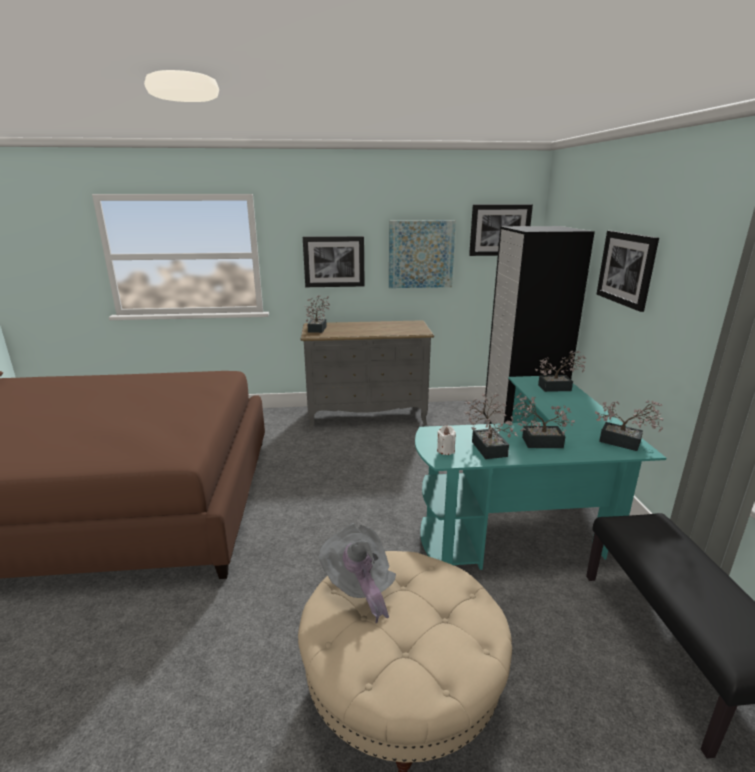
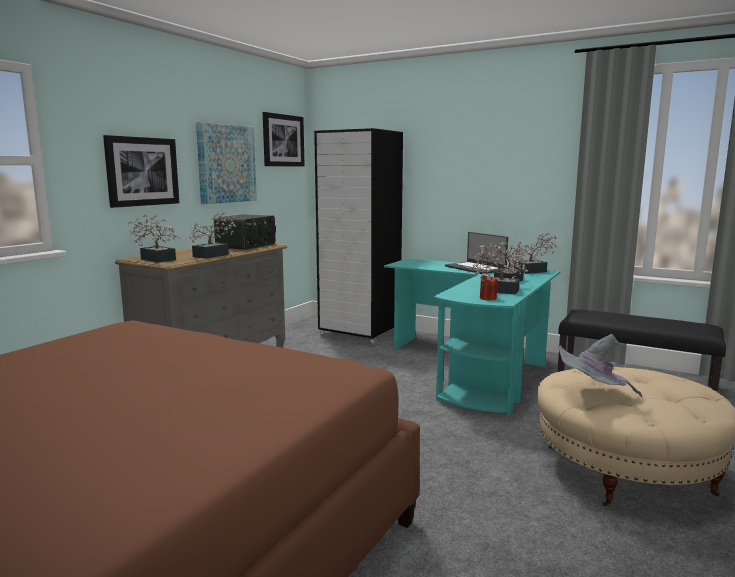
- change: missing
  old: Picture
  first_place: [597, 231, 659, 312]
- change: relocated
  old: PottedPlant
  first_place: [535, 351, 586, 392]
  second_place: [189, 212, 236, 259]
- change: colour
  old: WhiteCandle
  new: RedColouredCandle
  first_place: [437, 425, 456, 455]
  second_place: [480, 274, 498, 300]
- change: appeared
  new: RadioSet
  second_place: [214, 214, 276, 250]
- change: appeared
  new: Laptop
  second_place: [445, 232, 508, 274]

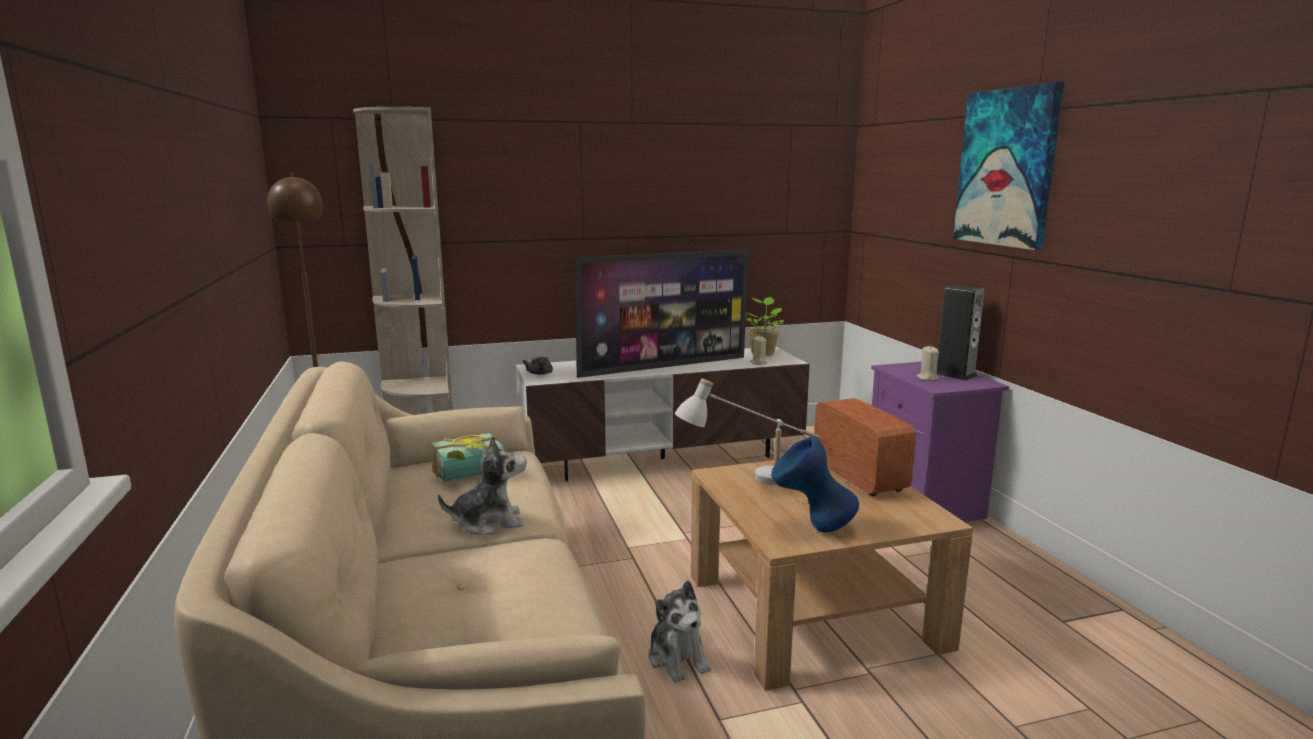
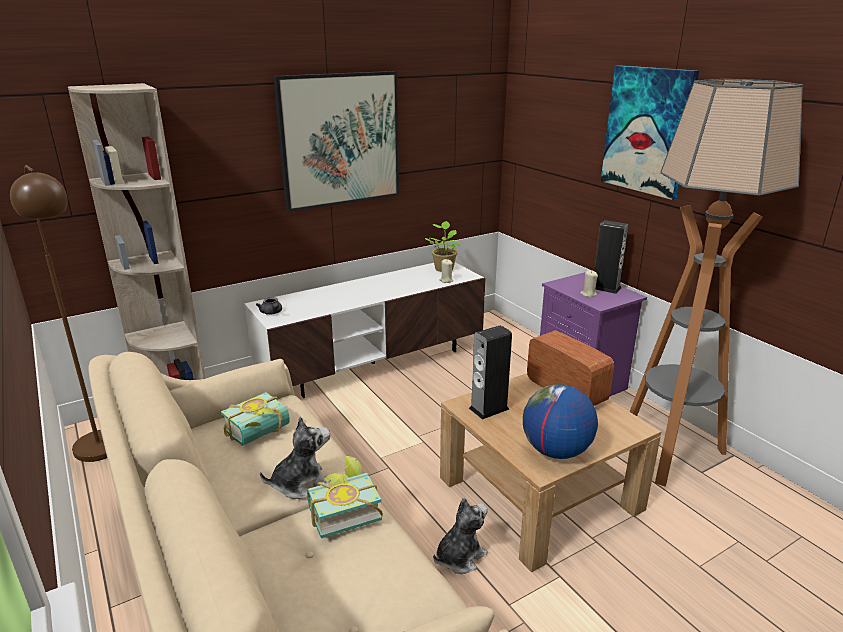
- change: missing
  old: Tv
  first_place: [575, 249, 748, 378]
- change: exchanged
  old: WhiteTableLamp
  new: Speaker
  first_place: [675, 378, 820, 485]
  second_place: [469, 325, 512, 420]
- change: exchanged
  old: BluishVase
  new: Globe
  first_place: [771, 436, 859, 533]
  second_place: [523, 384, 598, 459]
- change: spun
  old: SoftToy
  first_place: [648, 580, 711, 683]
  second_place: [433, 498, 488, 574]
  degrees: -90
- change: appeared
  new: Picture
  second_place: [273, 71, 399, 212]
- change: appeared
  new: FloorLamp
  second_place: [630, 79, 803, 486]
- change: appeared
  new: BoundBook
  second_place: [307, 456, 383, 538]

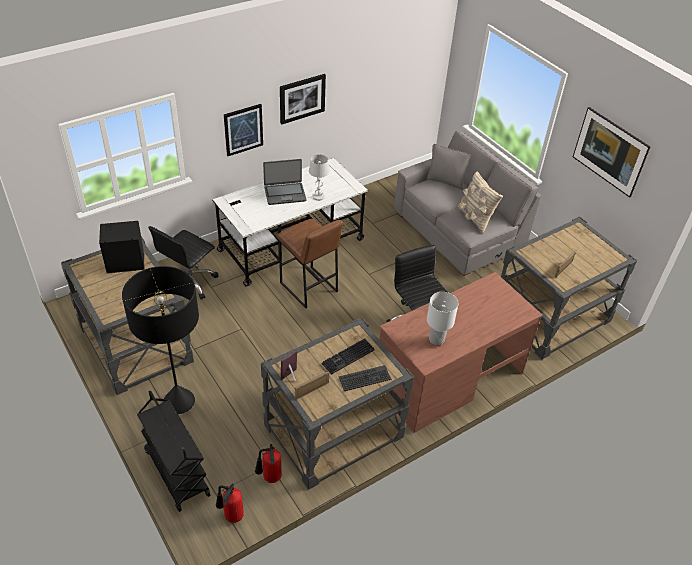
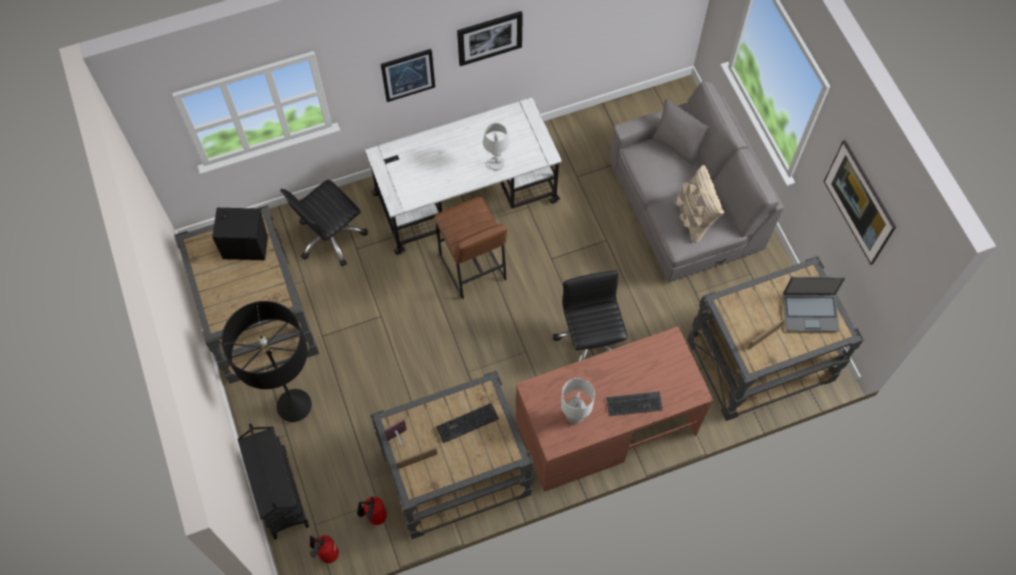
- change: relocated
  old: Laptop
  first_place: [263, 159, 306, 205]
  second_place: [783, 276, 845, 332]
- change: relocated
  old: ComputerKeyboard
  first_place: [339, 365, 392, 391]
  second_place: [606, 392, 663, 416]

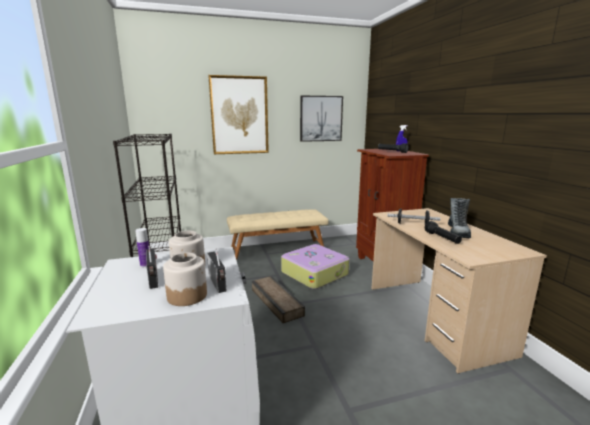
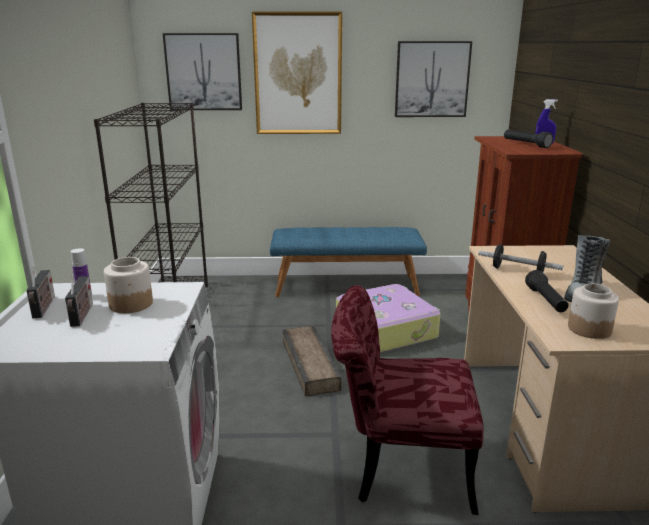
- change: colour
  old: BeigeLongSeat
  new: BluishLongSeat
  first_place: [227, 209, 329, 260]
  second_place: [270, 227, 427, 297]
- change: relocated
  old: RadioSet
  first_place: [207, 249, 226, 293]
  second_place: [26, 267, 55, 318]
- change: relocated
  old: PreserveJar
  first_place: [163, 253, 207, 306]
  second_place: [568, 284, 619, 339]
- change: appeared
  new: Picture
  second_place: [163, 33, 242, 110]
- change: appeared
  new: RedColouredUprightChair
  second_place: [331, 285, 484, 515]

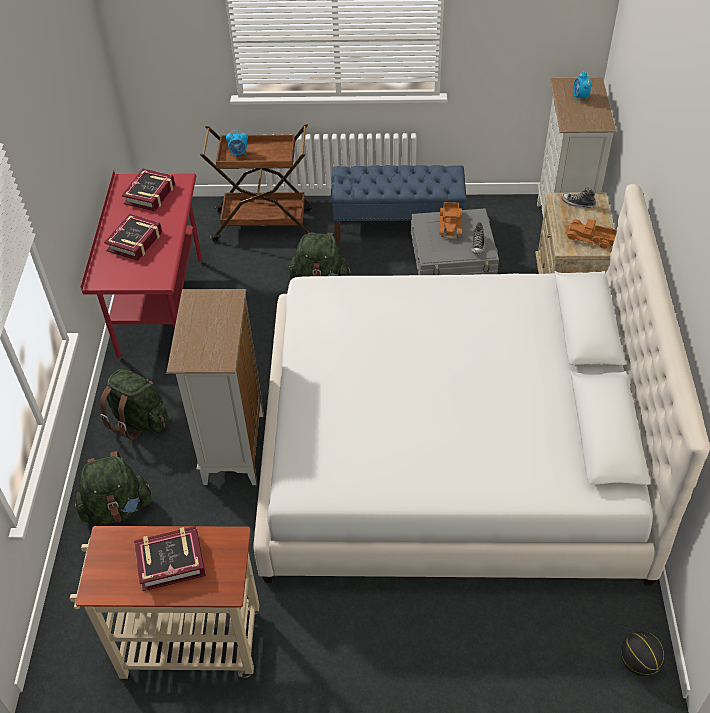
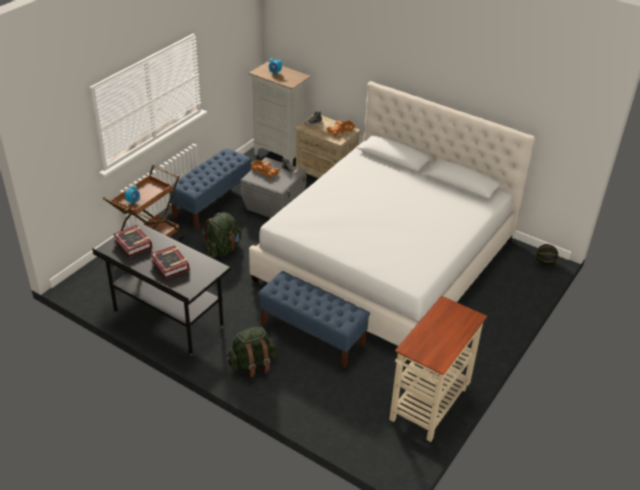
- change: colour
  old: RedColouredDeskTable
  new: BlackColouredDeskTable
  first_place: [80, 170, 202, 360]
  second_place: [92, 221, 231, 355]
- change: exchanged
  old: WhiteChestOfDrawers
  new: BluishLongSeat
  first_place: [166, 289, 264, 485]
  second_place: [258, 271, 370, 368]
- change: missing
  old: GreenishRucksack
  first_place: [75, 451, 152, 525]
- change: missing
  old: BoundBook
  first_place: [134, 526, 206, 591]

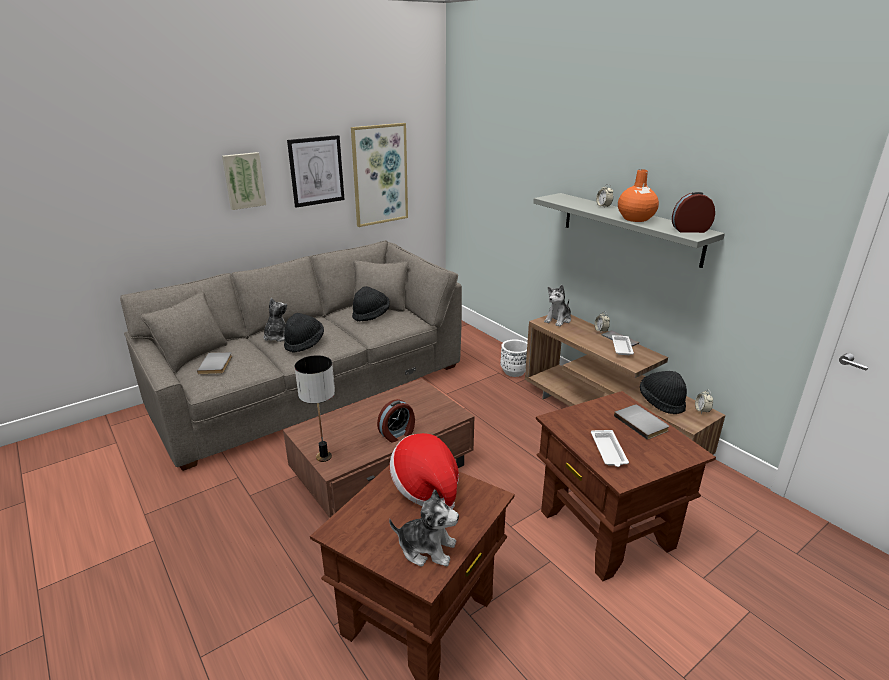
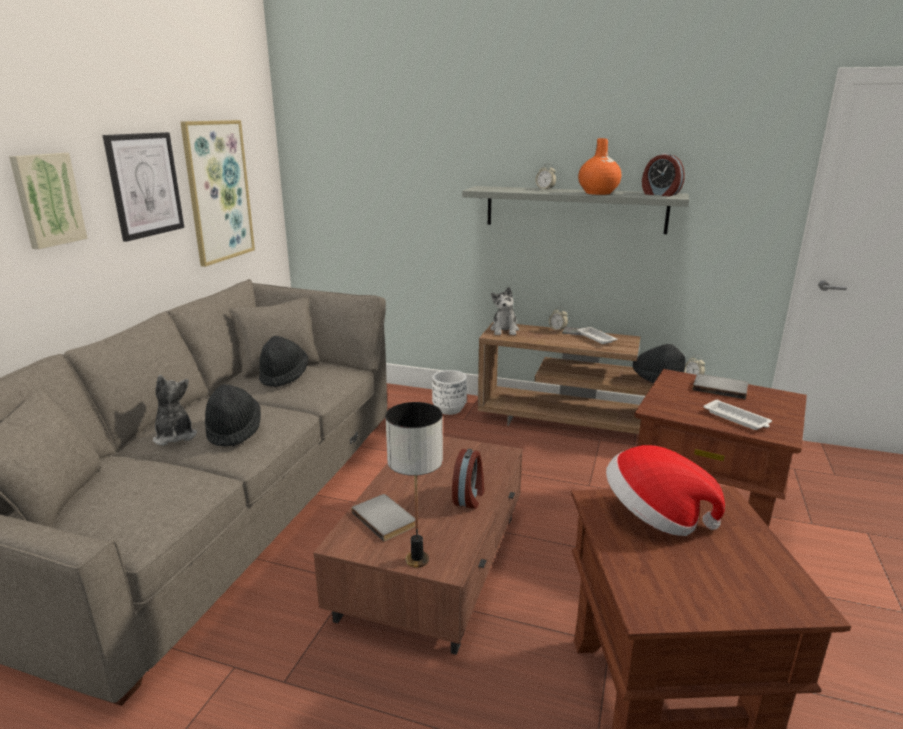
- change: spun
  old: BedsideClock
  first_place: [672, 191, 715, 233]
  second_place: [642, 153, 685, 196]
  degrees: -105
- change: relocated
  old: GreyBoundBook
  first_place: [197, 352, 232, 374]
  second_place: [352, 494, 415, 542]
- change: missing
  old: SoftToy
  first_place: [389, 489, 459, 567]

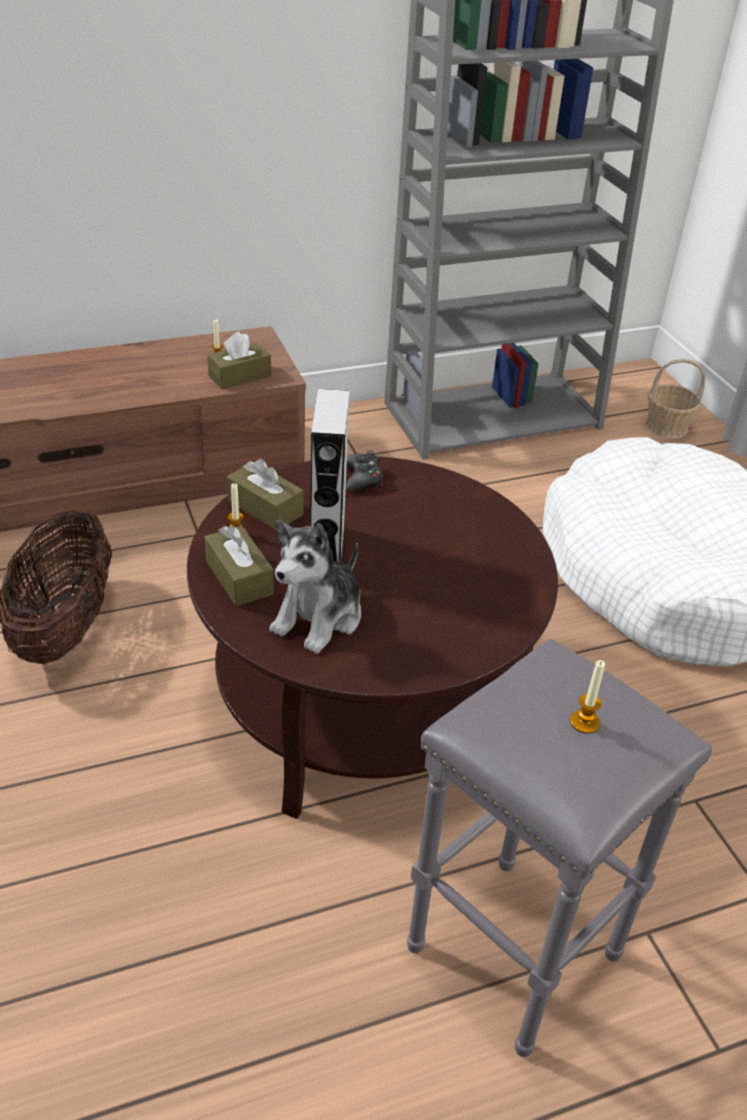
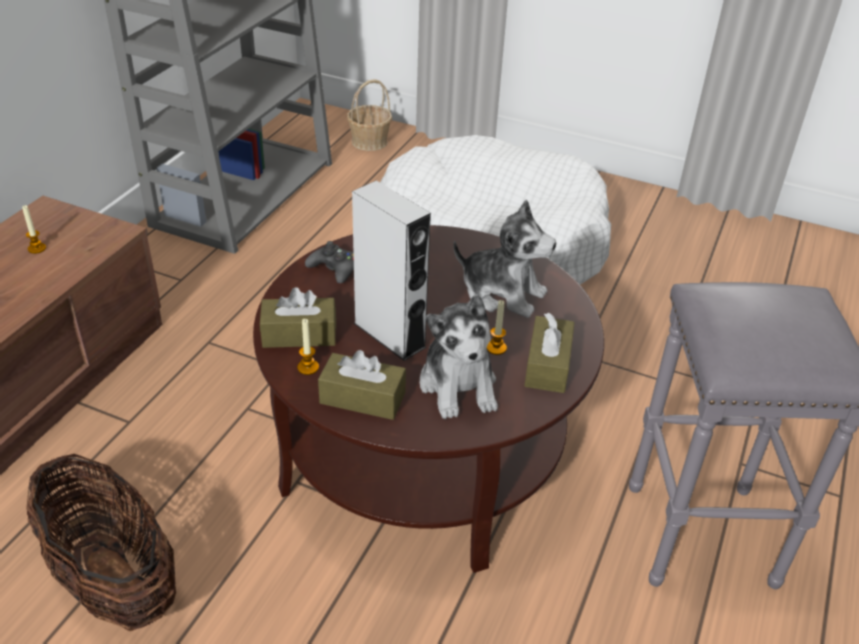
- change: relocated
  old: BrownColouredTissueHolder
  first_place: [207, 332, 271, 389]
  second_place: [525, 313, 575, 393]
- change: relocated
  old: Candle
  first_place: [570, 660, 605, 734]
  second_place: [487, 300, 507, 355]
- change: appeared
  new: SoftToy
  second_place: [453, 200, 556, 318]

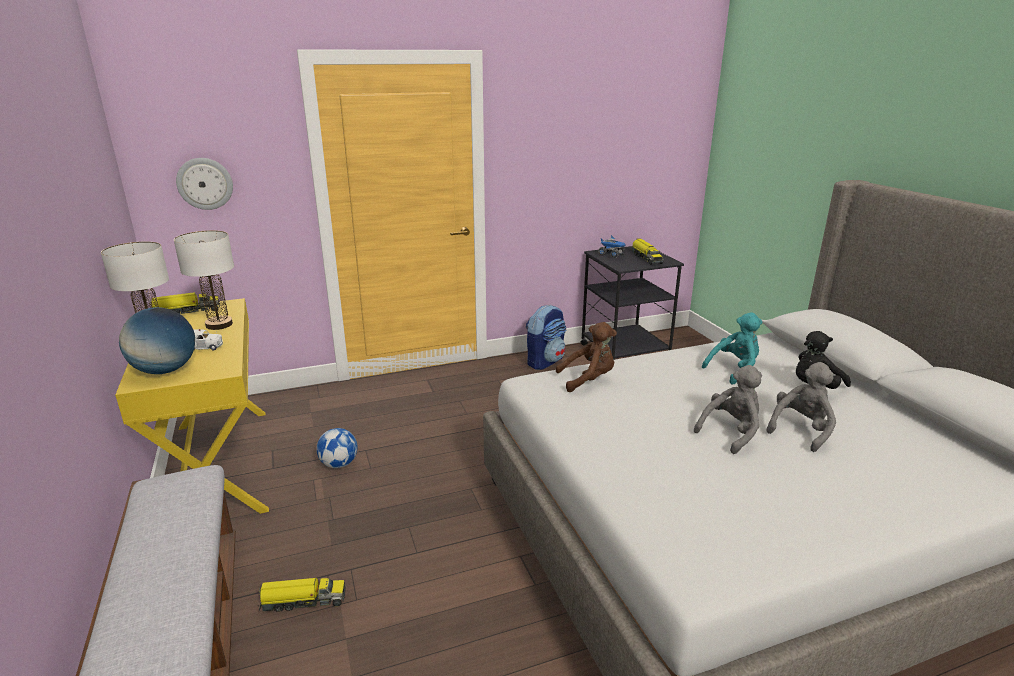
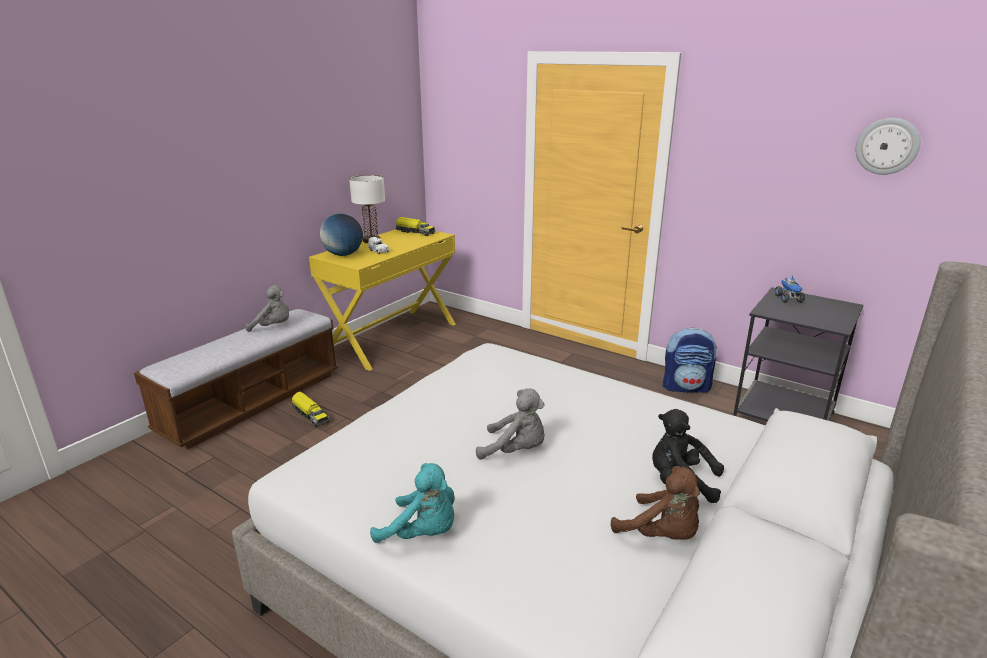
- change: relocated
  old: ClockOnTheWall
  first_place: [176, 158, 233, 210]
  second_place: [856, 118, 921, 175]
- change: missing
  old: TableLamp
  first_place: [174, 230, 234, 330]
- change: missing
  old: ToyTruck
  first_place: [632, 238, 664, 265]
- change: relocated
  old: BlueGreenSoftToy
  first_place: [702, 312, 762, 385]
  second_place: [370, 463, 455, 543]
- change: relocated
  old: BrownColouredSoftToy
  first_place: [556, 322, 617, 392]
  second_place: [611, 466, 700, 540]
- change: relocated
  old: GreySoftToy
  first_place: [766, 362, 836, 452]
  second_place: [245, 285, 289, 332]
- change: missing
  old: BallForFootball
  first_place: [316, 428, 358, 468]

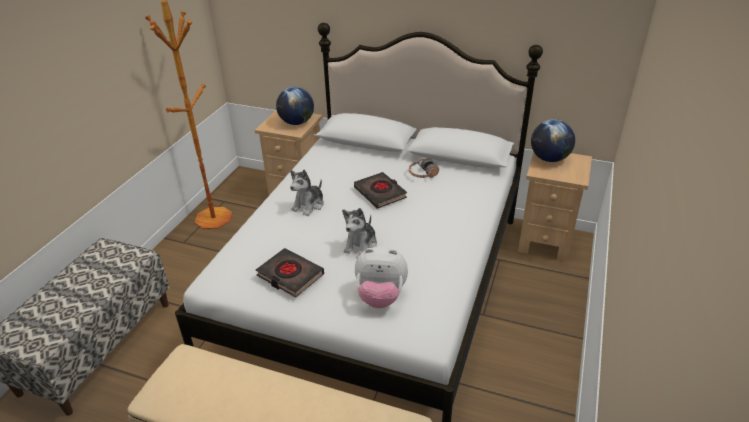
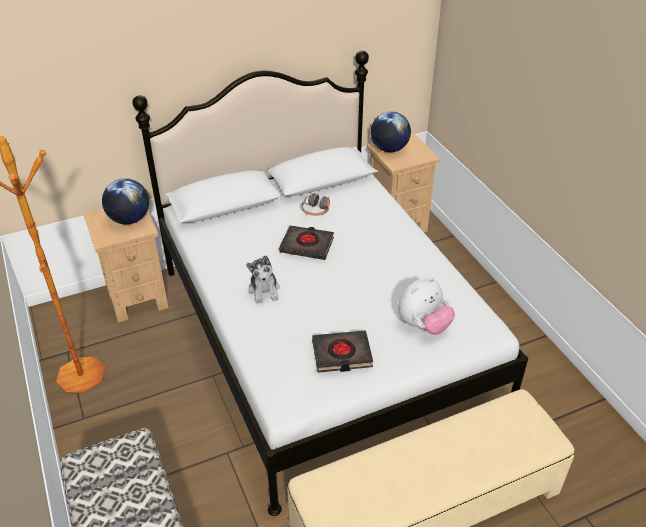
- change: missing
  old: SoftToy
  first_place: [342, 208, 377, 255]

